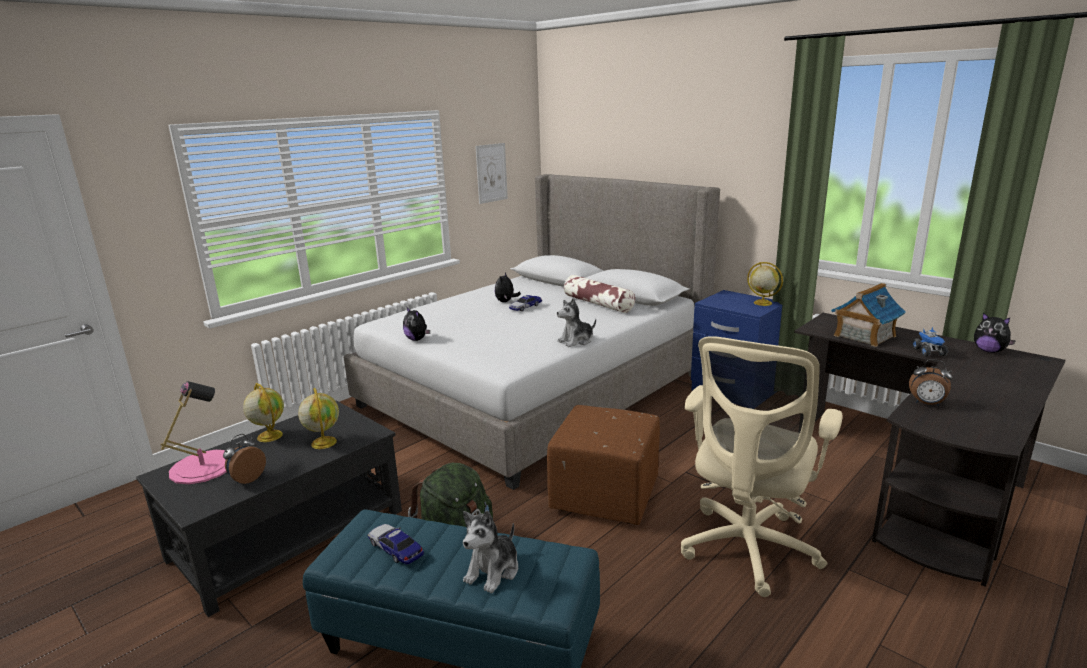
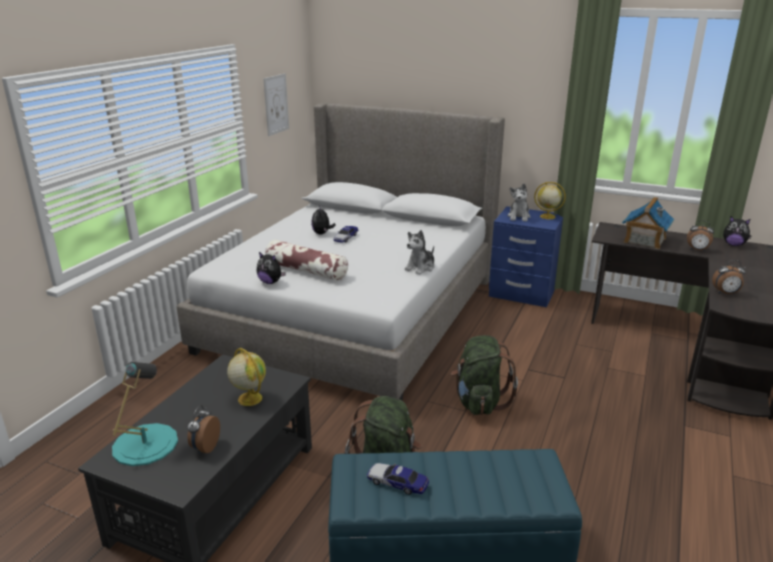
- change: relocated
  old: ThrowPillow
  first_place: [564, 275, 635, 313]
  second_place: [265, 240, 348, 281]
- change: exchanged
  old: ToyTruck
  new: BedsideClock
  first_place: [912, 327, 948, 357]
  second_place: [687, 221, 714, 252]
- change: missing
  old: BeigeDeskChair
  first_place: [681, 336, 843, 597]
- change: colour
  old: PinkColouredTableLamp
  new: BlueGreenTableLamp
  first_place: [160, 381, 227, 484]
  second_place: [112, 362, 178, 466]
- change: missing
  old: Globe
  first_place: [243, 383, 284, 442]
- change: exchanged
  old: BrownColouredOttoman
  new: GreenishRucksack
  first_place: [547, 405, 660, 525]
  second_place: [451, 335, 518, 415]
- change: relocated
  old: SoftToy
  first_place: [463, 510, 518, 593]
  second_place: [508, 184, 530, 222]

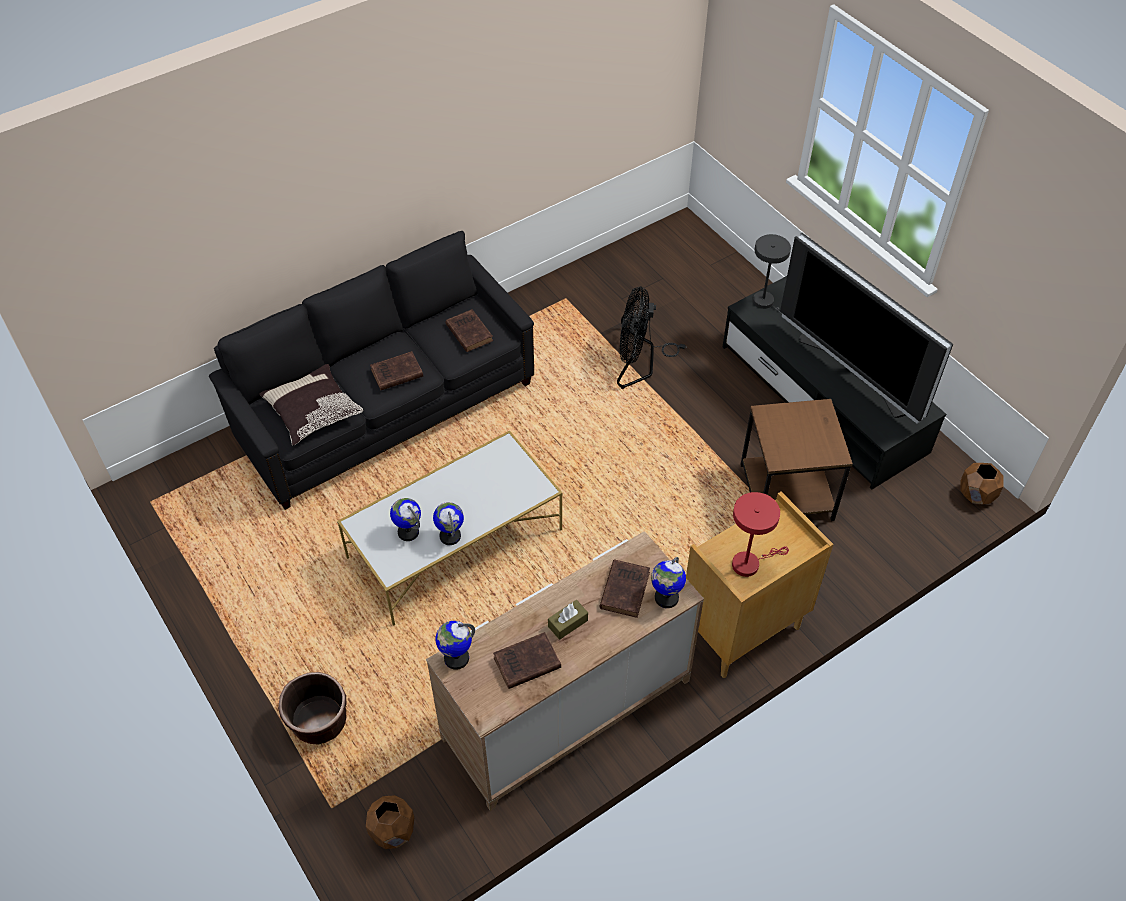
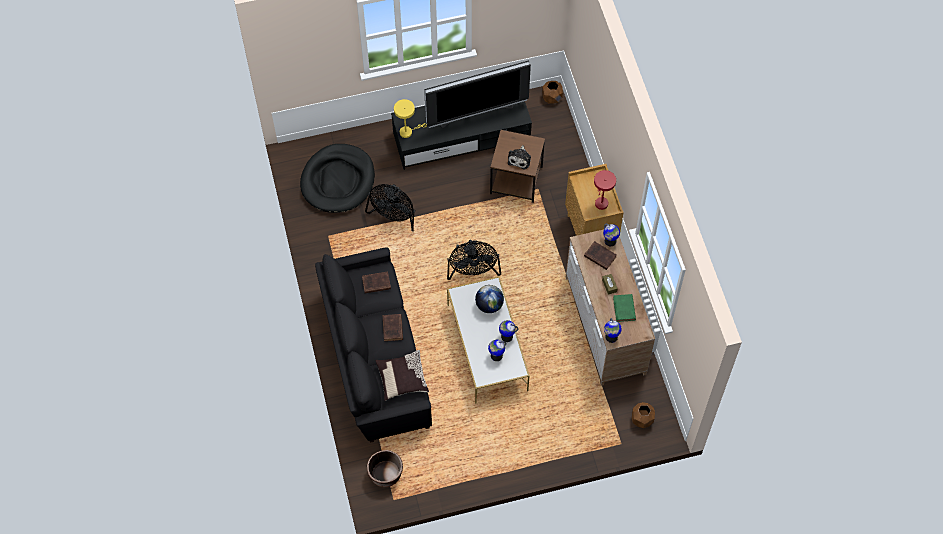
- change: colour
  old: GreyTableLamp
  new: YellowishTableLamp
  first_place: [753, 234, 791, 314]
  second_place: [394, 99, 427, 138]
- change: colour
  old: BrownColouredBoundBook
  new: GreenishBoundBook
  first_place: [493, 632, 561, 689]
  second_place: [613, 294, 636, 322]
- change: relocated
  old: BrownColouredPlantPot
  first_place: [278, 672, 347, 744]
  second_place: [367, 450, 403, 487]
- change: appeared
  new: BlackColouredDogBed
  second_place: [300, 144, 375, 213]
- change: appeared
  new: SoftToy
  second_place: [508, 145, 531, 169]
- change: appeared
  new: BlackColouredElectricFan
  second_place: [447, 240, 501, 280]
- change: appeared
  new: Globe
  second_place: [475, 285, 504, 313]

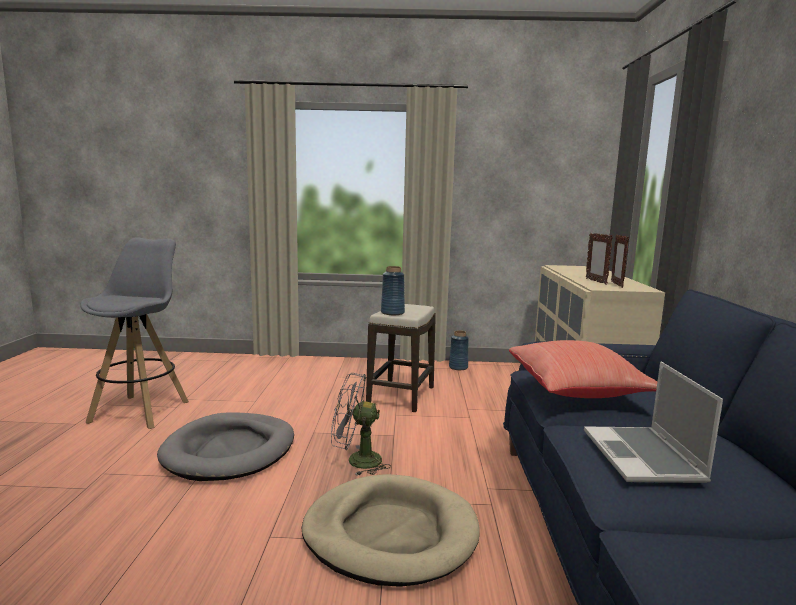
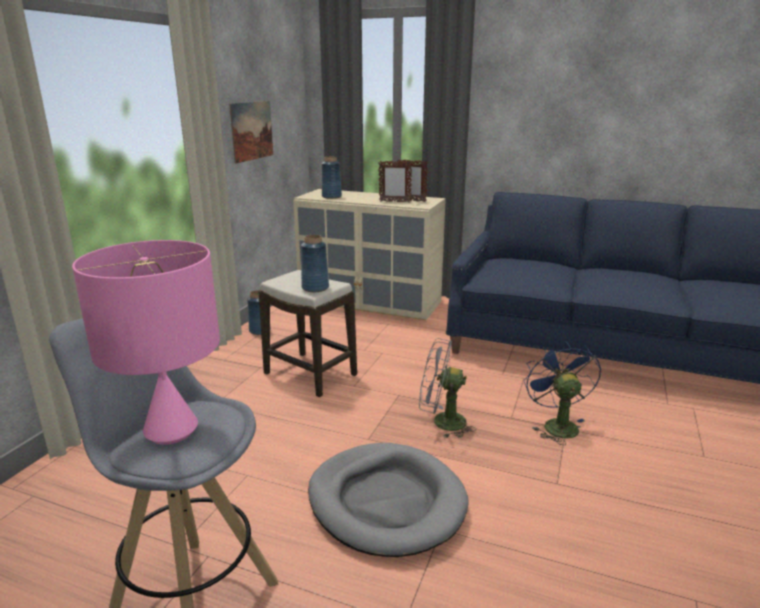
- change: missing
  old: RedColouredThrowPillow
  first_place: [509, 340, 658, 398]
- change: missing
  old: Laptop
  first_place: [584, 361, 723, 483]
- change: spun
  old: GreyElectricFan
  first_place: [331, 373, 391, 476]
  second_place: [419, 338, 476, 438]
  degrees: 75
- change: exchanged
  old: BeigeDogBed
  new: BluishElectricFan
  first_place: [302, 474, 480, 587]
  second_place: [524, 341, 601, 445]
- change: appeared
  new: Picture
  second_place: [229, 101, 273, 164]
- change: appeared
  new: BluishVase
  second_place: [322, 157, 342, 199]
- change: appeared
  new: PinkColouredTableLamp
  second_place: [72, 240, 220, 445]

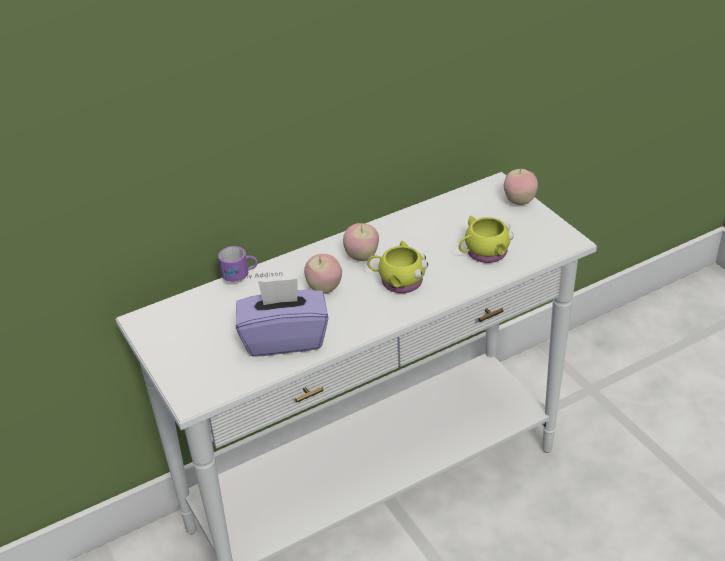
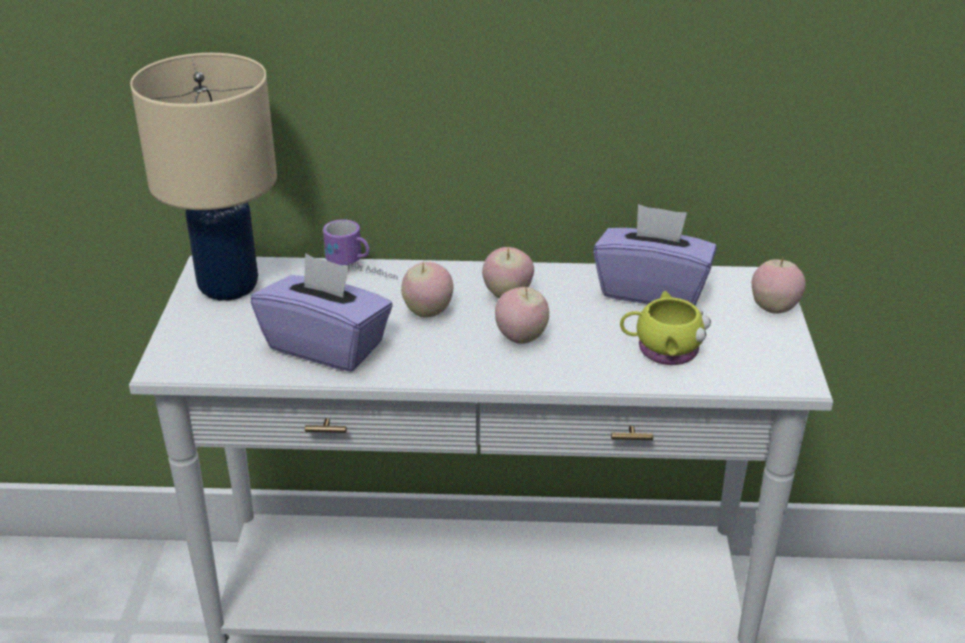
- change: exchanged
  old: YellowishCoffeeMug
  new: AppleFruit
  first_place: [367, 241, 428, 293]
  second_place: [495, 287, 549, 344]
- change: appeared
  new: BeigeTableLamp
  second_place: [130, 53, 277, 301]
- change: appeared
  new: PurpleColouredTissueHolder
  second_place: [593, 204, 717, 305]

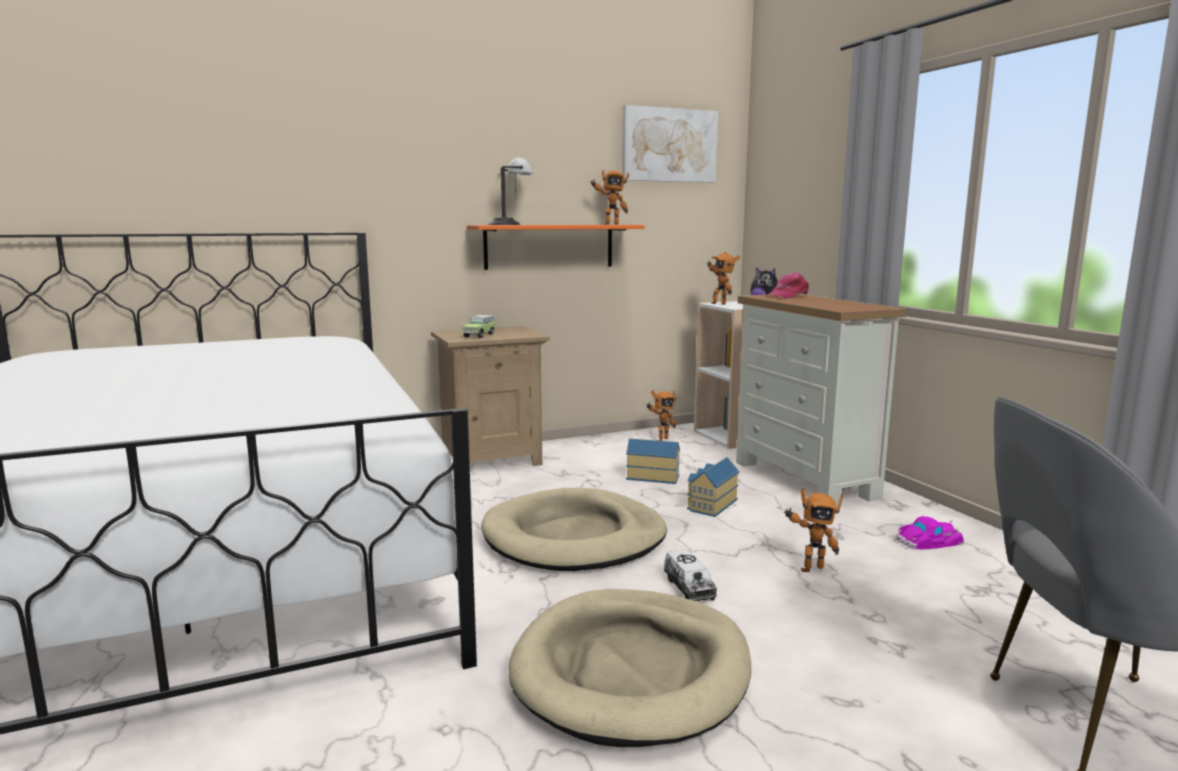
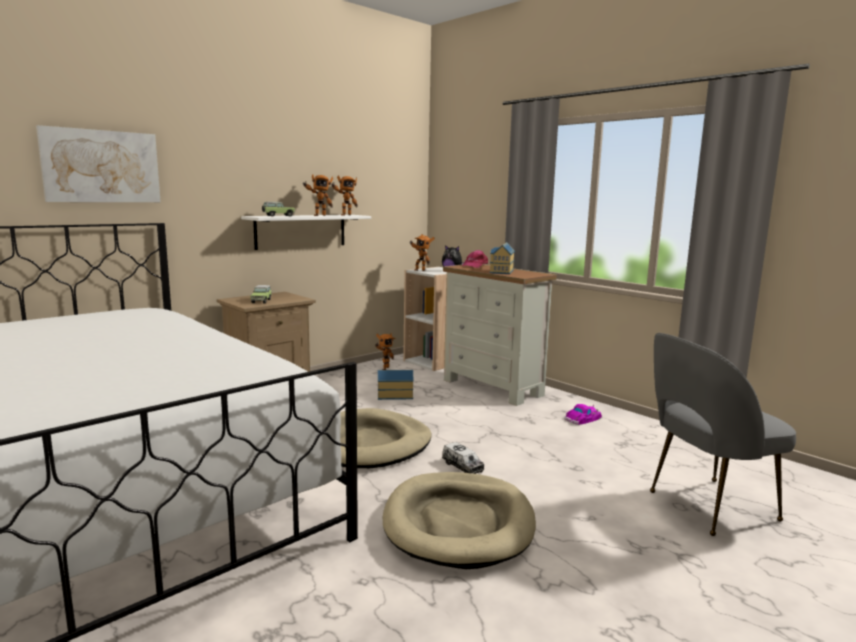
- change: relocated
  old: Picture
  first_place: [622, 105, 718, 182]
  second_place: [36, 125, 161, 202]
- change: exchanged
  old: TableLamp
  new: MiniatureCar
  first_place: [487, 158, 533, 225]
  second_place: [262, 202, 295, 217]
- change: colour
  old: OrangeBracketShelf
  new: WhiteBracketShelf
  first_place: [467, 225, 644, 270]
  second_place: [241, 215, 371, 250]
- change: relocated
  old: ModelHouse
  first_place: [687, 457, 739, 517]
  second_place: [490, 242, 515, 274]
- change: relocated
  old: ModelRobot
  first_place: [784, 488, 843, 572]
  second_place: [302, 174, 333, 216]

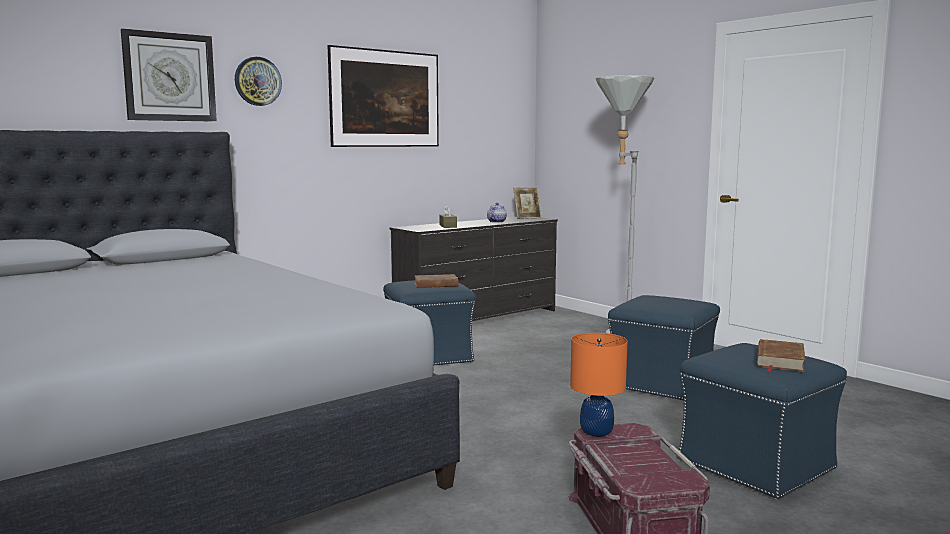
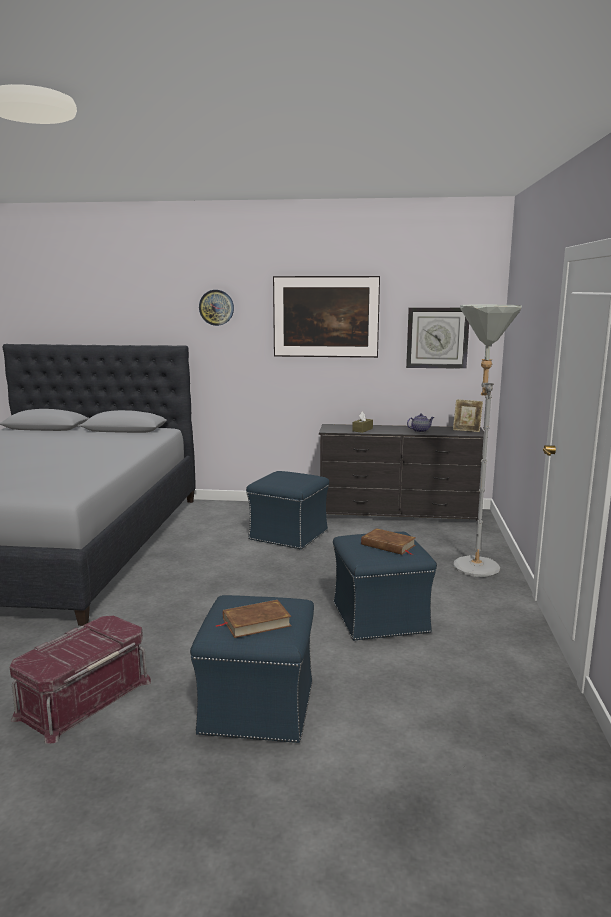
- change: relocated
  old: ClockOnTheWall
  first_place: [121, 28, 217, 122]
  second_place: [406, 307, 469, 369]
- change: relocated
  old: BrownColouredBoundBook
  first_place: [414, 274, 460, 288]
  second_place: [361, 528, 416, 555]
- change: missing
  old: OrangeTableLamp
  first_place: [570, 333, 628, 437]

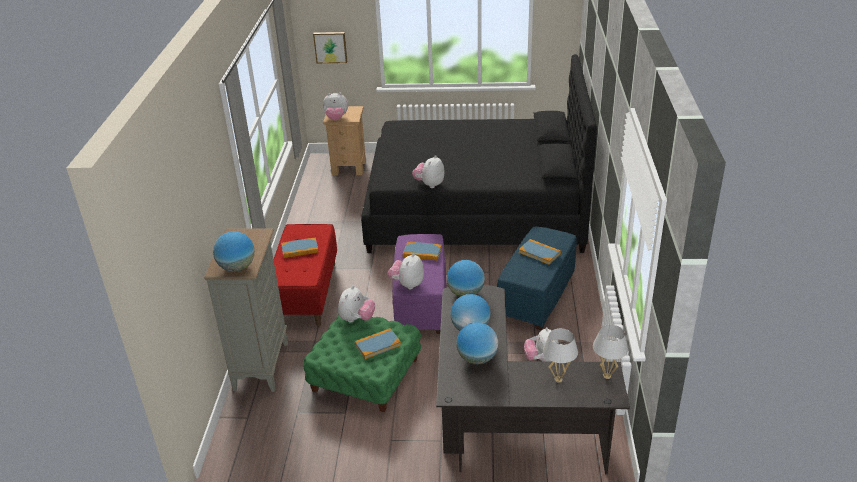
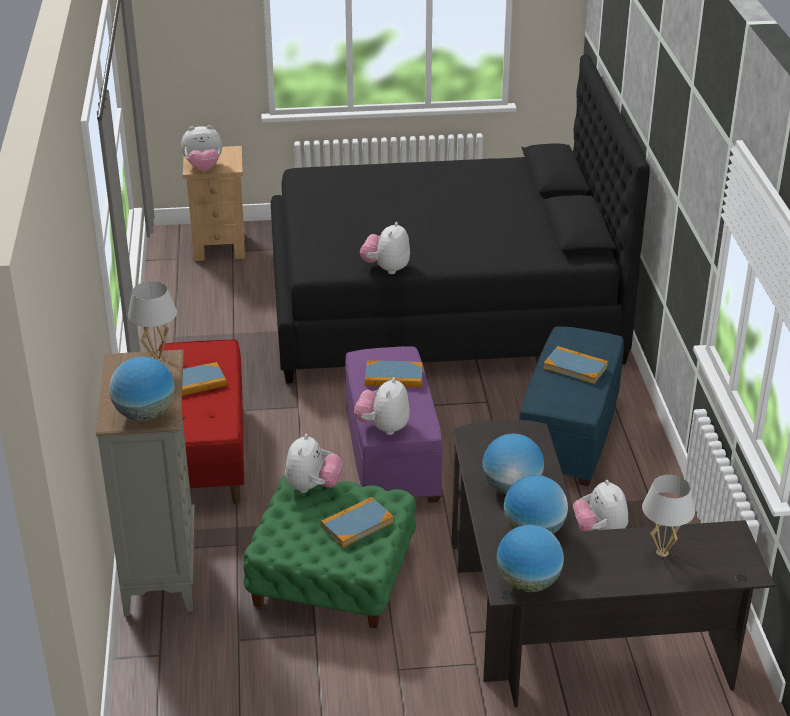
- change: missing
  old: Picture
  first_place: [313, 32, 347, 63]
- change: relocated
  old: Globe
  first_place: [447, 260, 485, 297]
  second_place: [497, 525, 564, 592]
- change: relocated
  old: WhiteTableLamp
  first_place: [593, 325, 628, 379]
  second_place: [128, 281, 177, 362]

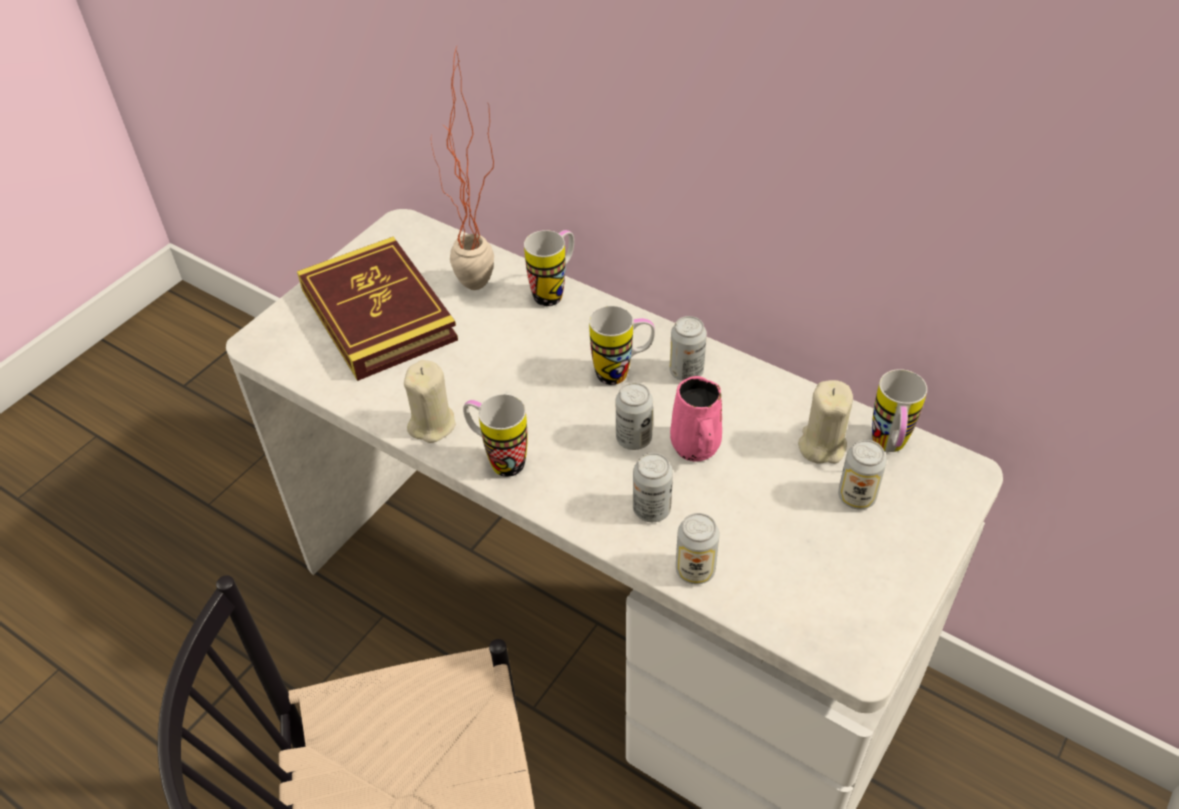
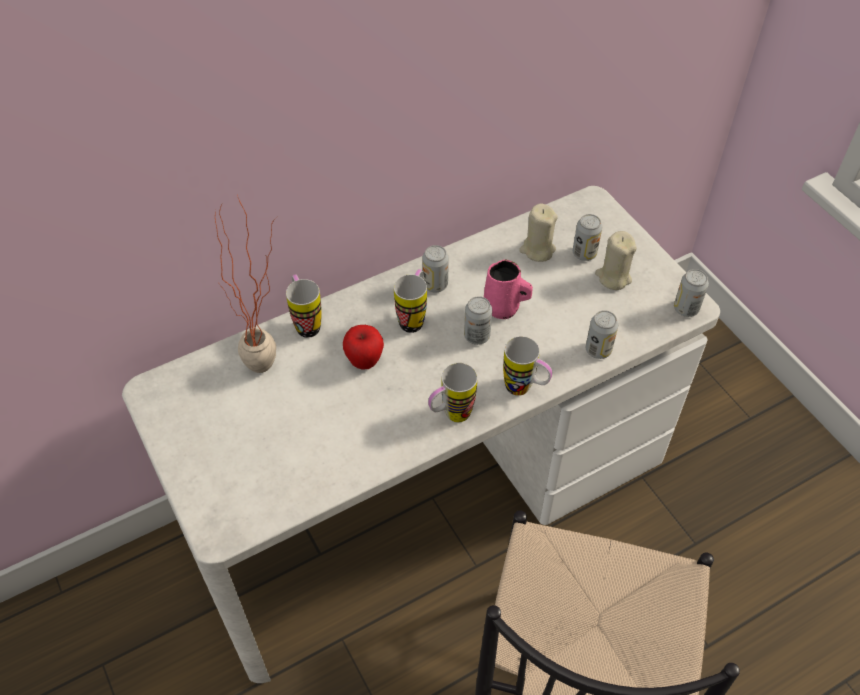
- change: missing
  old: BoundBook
  first_place: [297, 237, 458, 381]
- change: relocated
  old: BeigeCandle
  first_place: [404, 360, 456, 443]
  second_place: [595, 231, 637, 290]
- change: relocated
  old: CoffeeMug
  first_place: [872, 369, 927, 452]
  second_place: [503, 336, 552, 396]
- change: relocated
  old: SealedCan
  first_place: [633, 453, 673, 522]
  second_place: [674, 269, 709, 317]
- change: appeared
  new: AppleFruit
  second_place: [343, 325, 384, 370]

